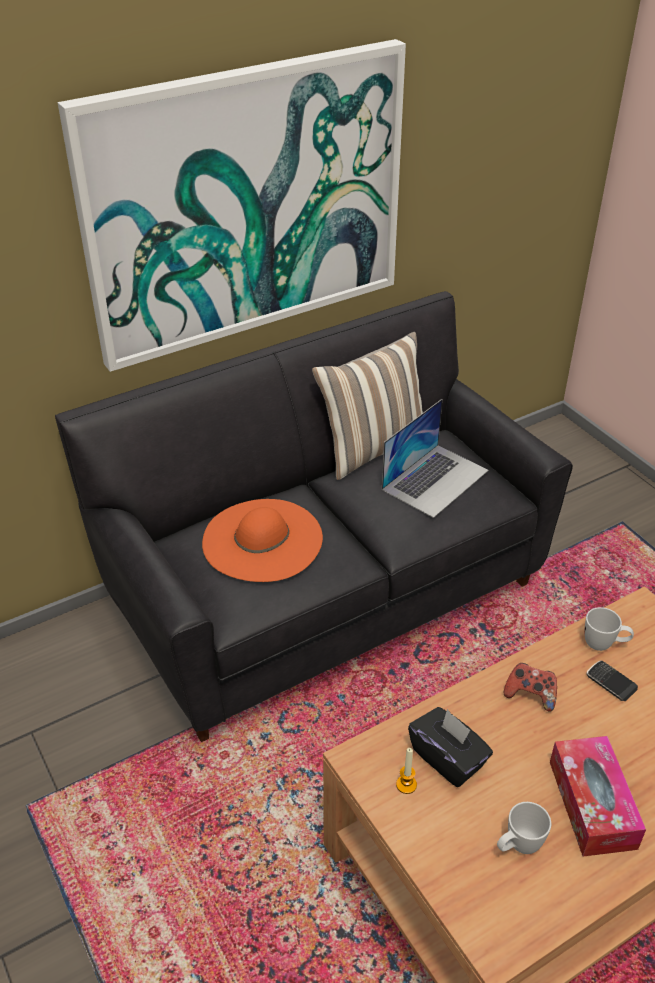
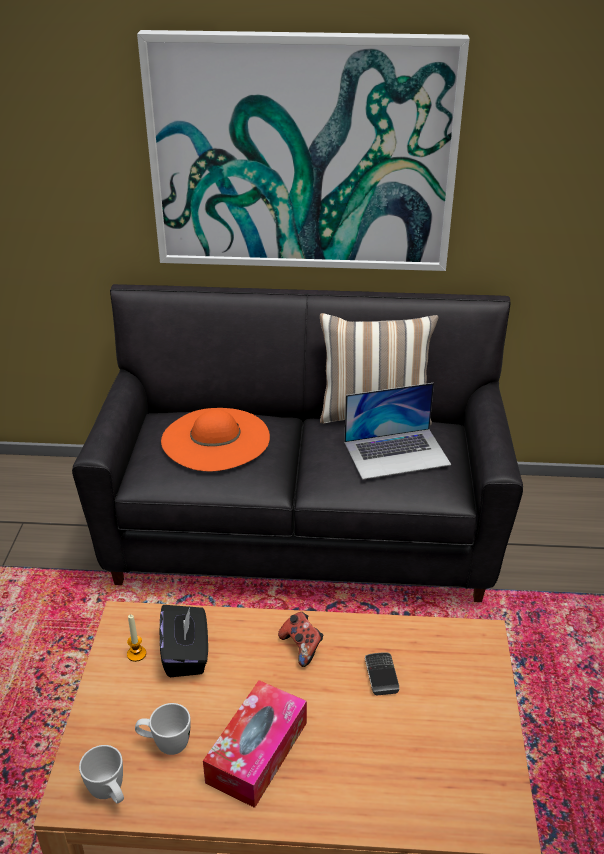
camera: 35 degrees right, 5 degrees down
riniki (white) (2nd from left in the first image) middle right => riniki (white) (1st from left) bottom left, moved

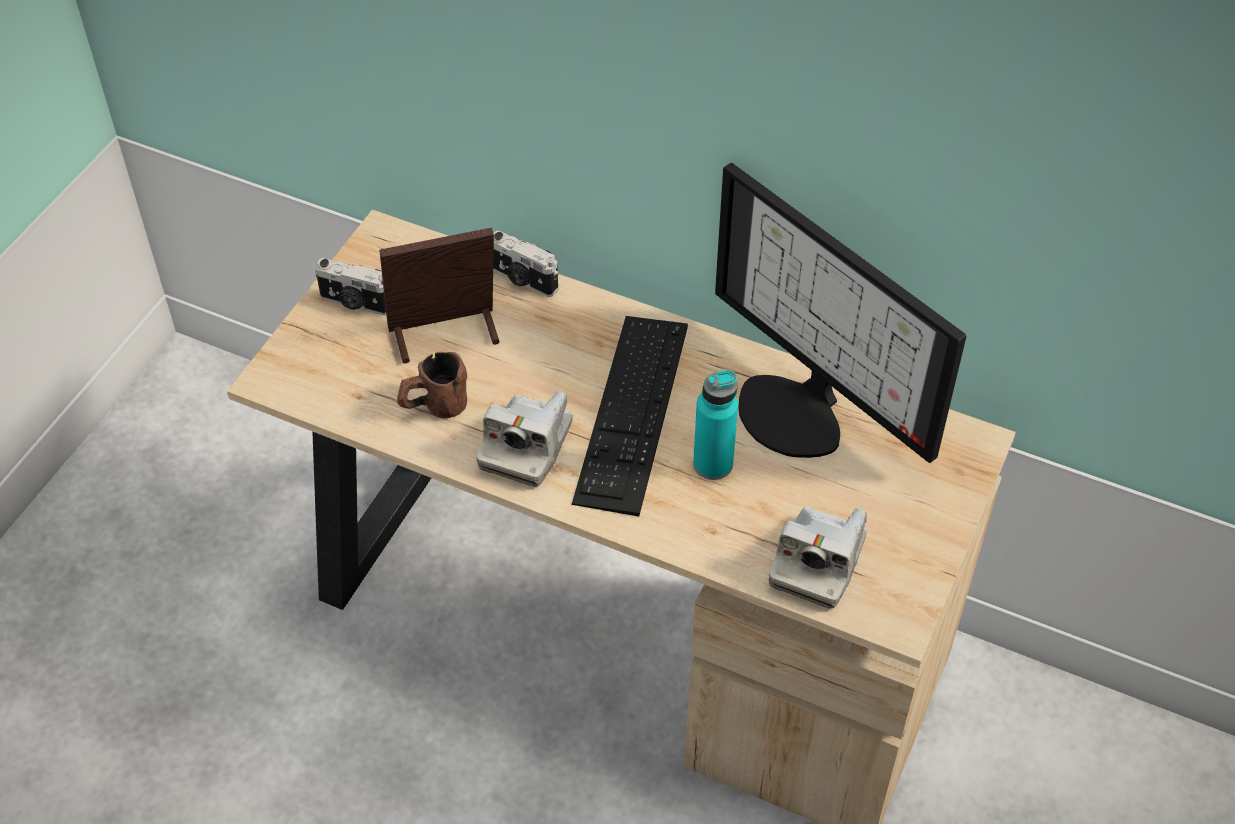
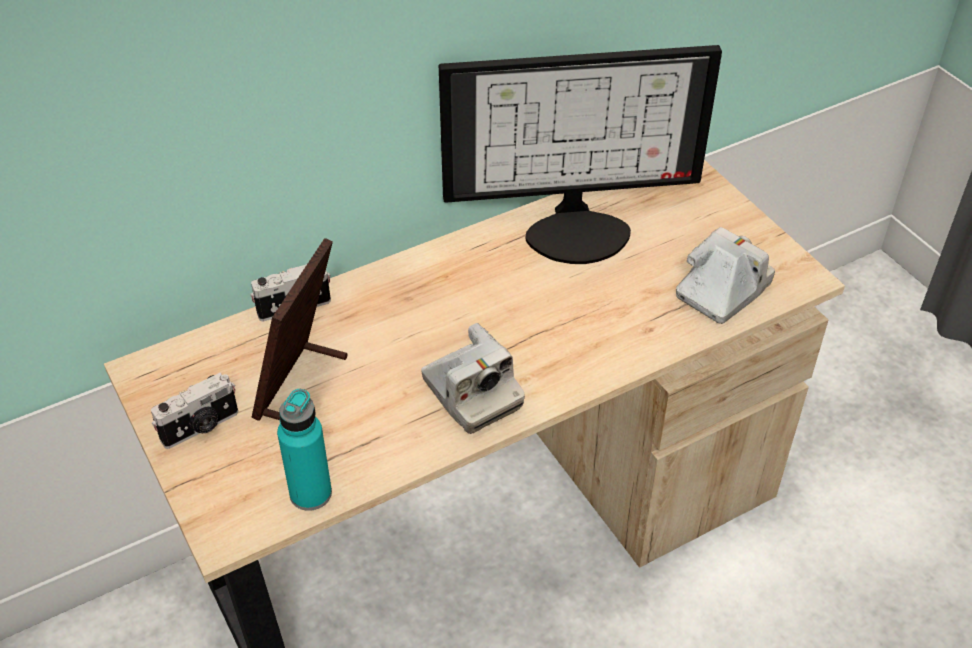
camera: 55 degrees left, 5 degrees down
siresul centre => nothing
riniki (brown) centre => nothing
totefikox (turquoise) centre => totefikox (turquoise) bottom left, moved
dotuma (4th from left) bottom centre => dotuma (4th from left) middle right, 105 degrees counterclockwise

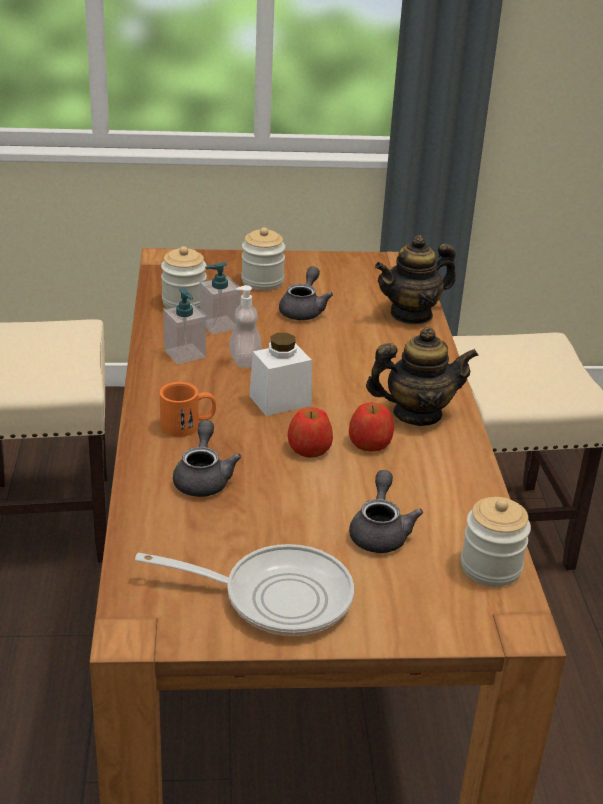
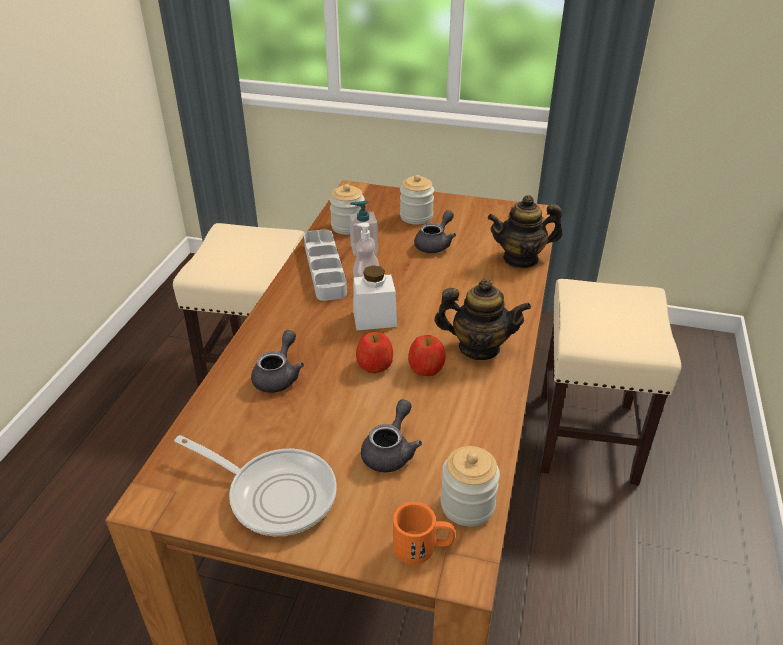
camera: 20 degrees right, 5 degrees up
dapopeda (1st from left) middle left => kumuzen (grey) centre
riniki (orange) middle left => riniki (orange) bottom centre, moved

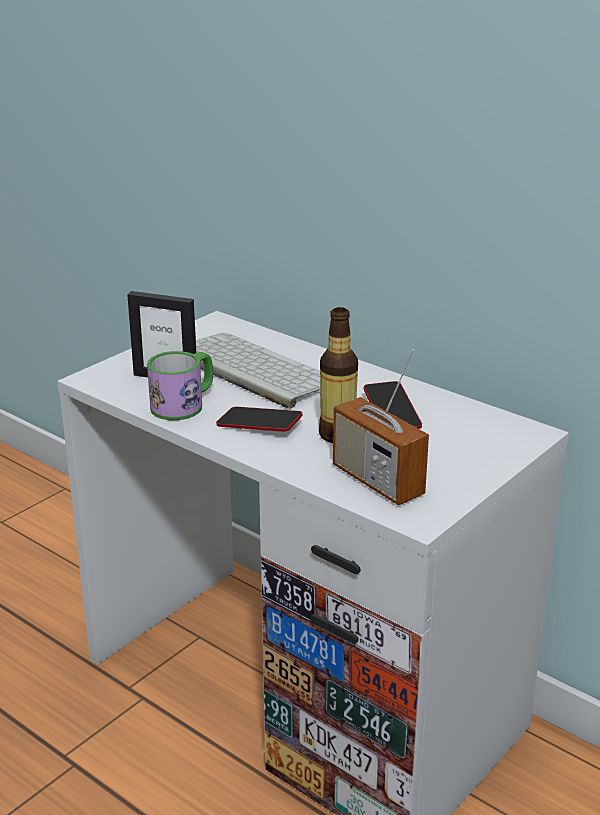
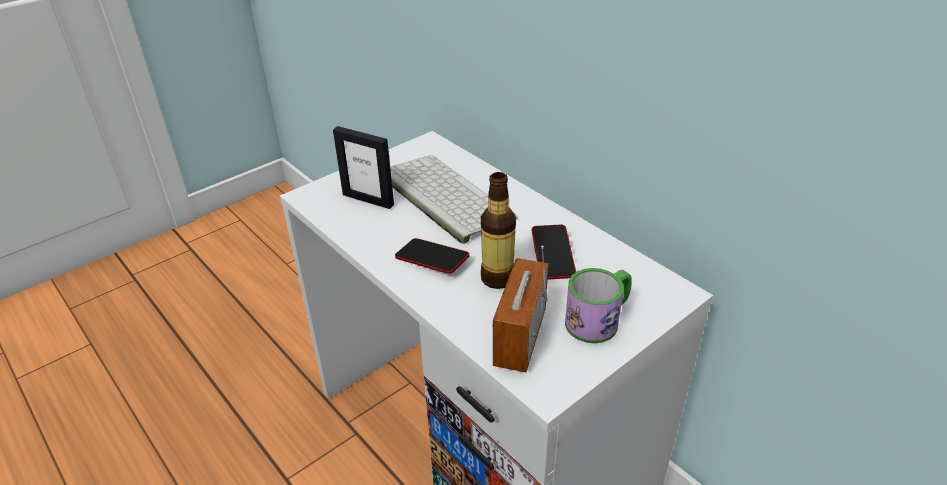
camera: 10 degrees right, 10 degrees up
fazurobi centre, 45 degrees clockwise
riniki middle left => riniki centre, moved

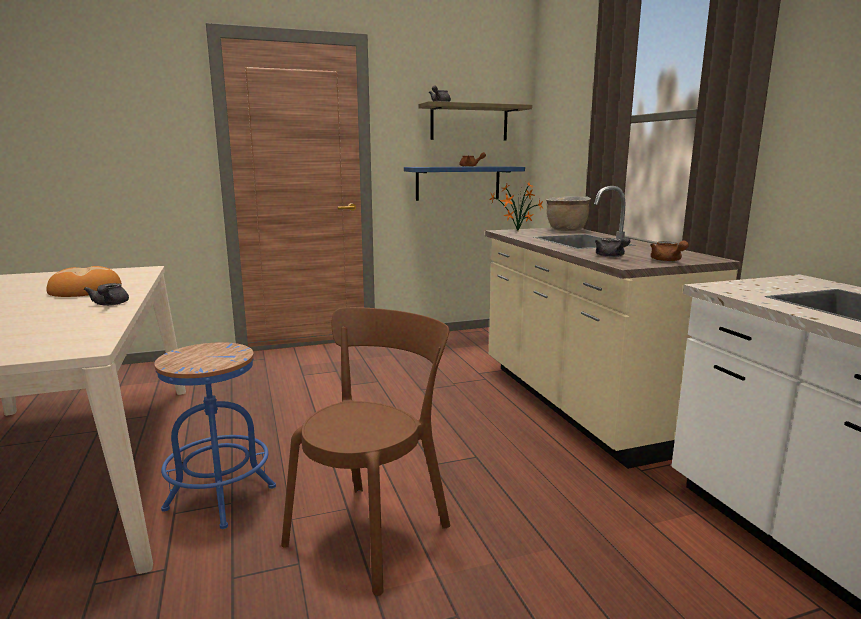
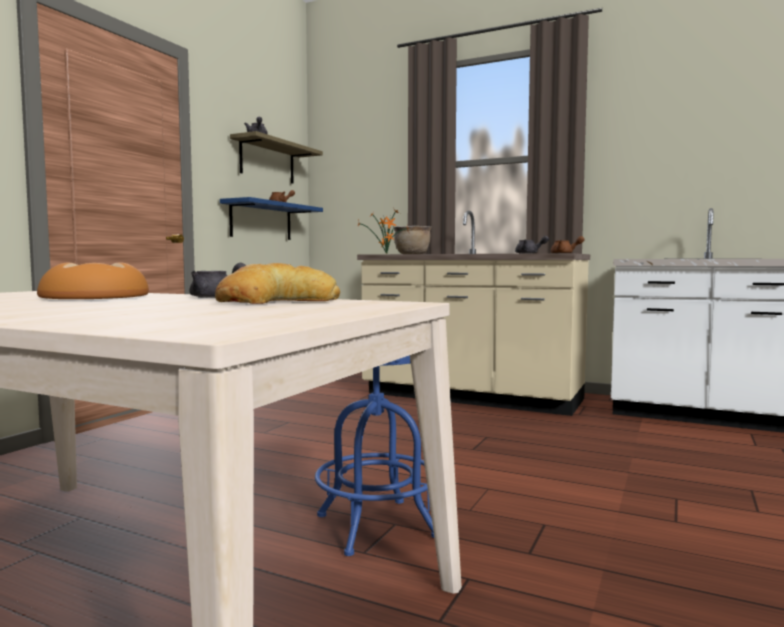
camera: 45 degrees left, 10 degrees down
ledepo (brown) bottom centre => nothing
nothing => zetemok (2nd from left) centre

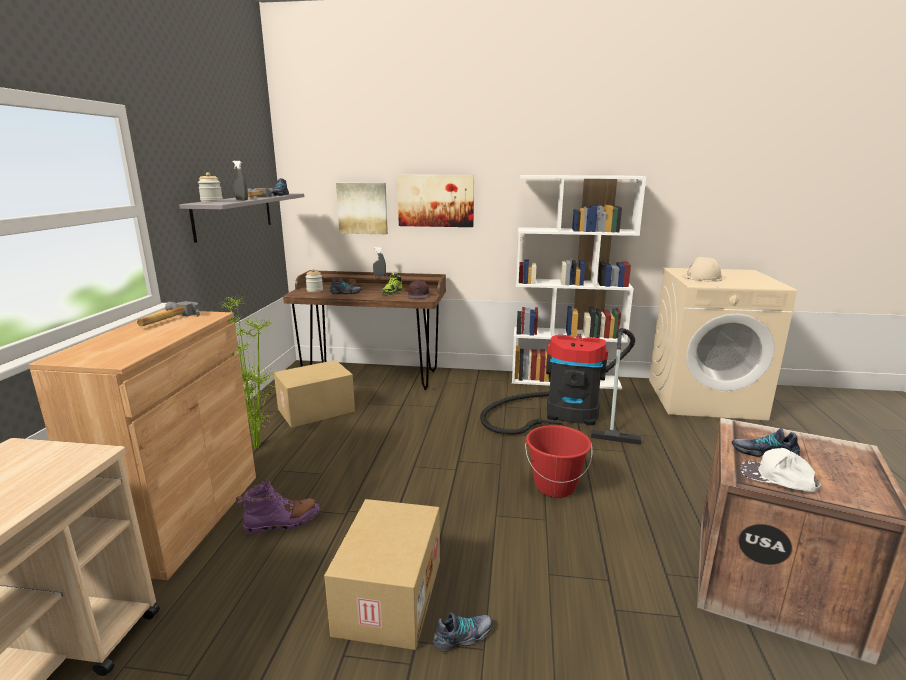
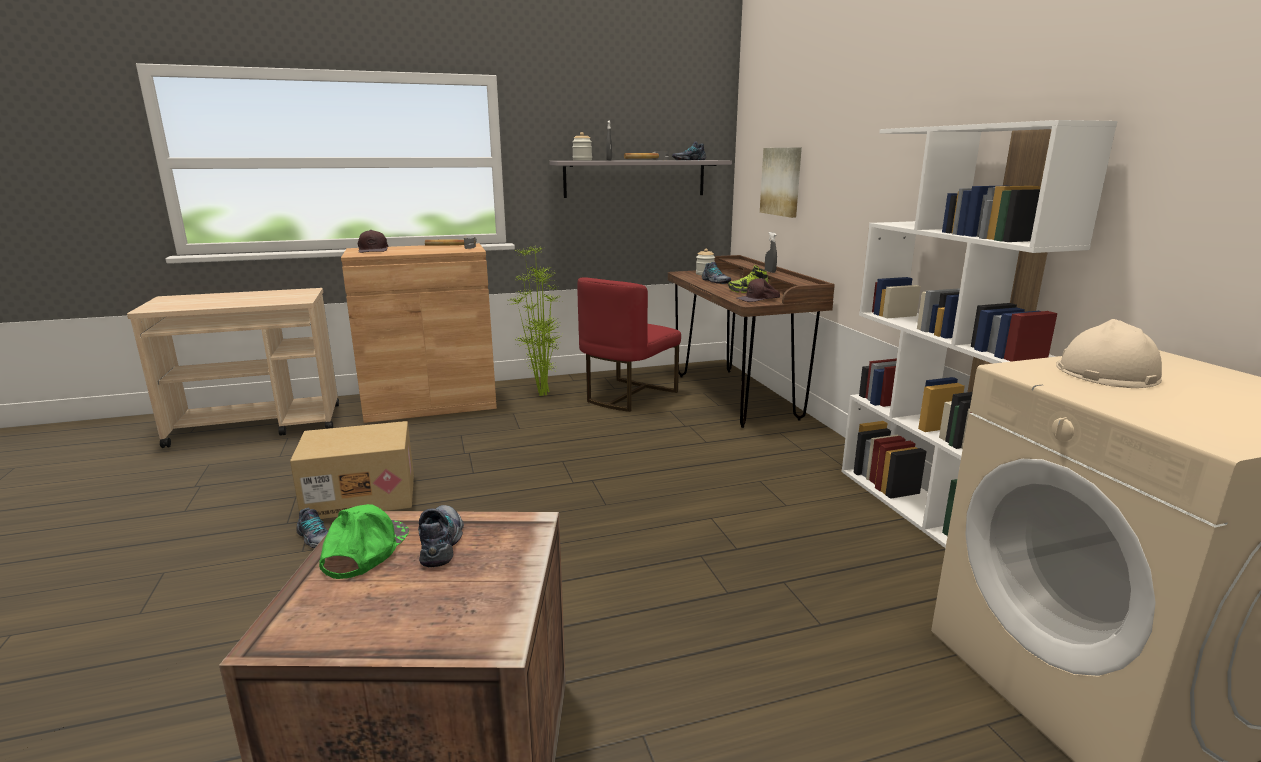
camera: 65 degrees right, 0 degrees up
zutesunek (2nd from left) top centre => nothing
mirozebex centre => nothing
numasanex (1st from left) centre => ledepo (red) centre
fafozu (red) bottom centre => nothing
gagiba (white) bottom right => gagiba (green) bottom left
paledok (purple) bottom left => nothing
nothing => gagiba (brown) (1st from left) top left

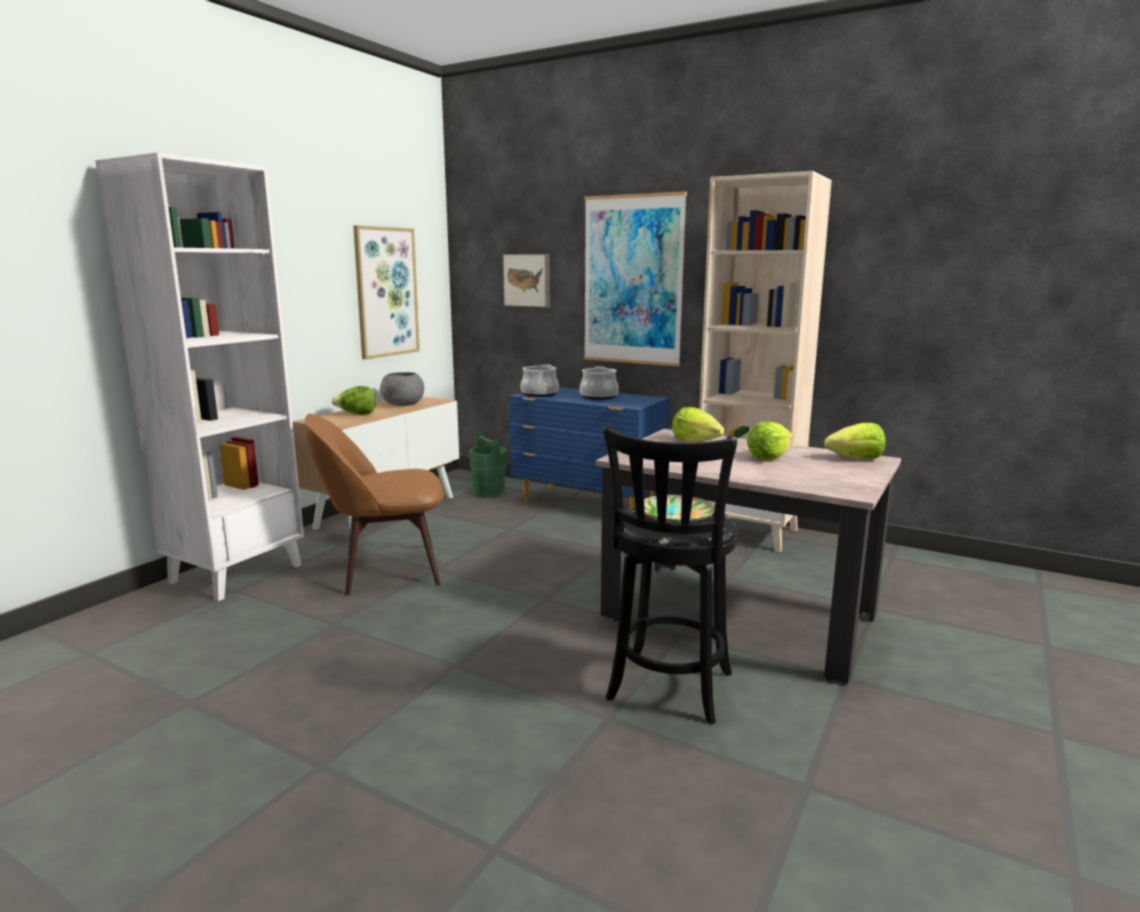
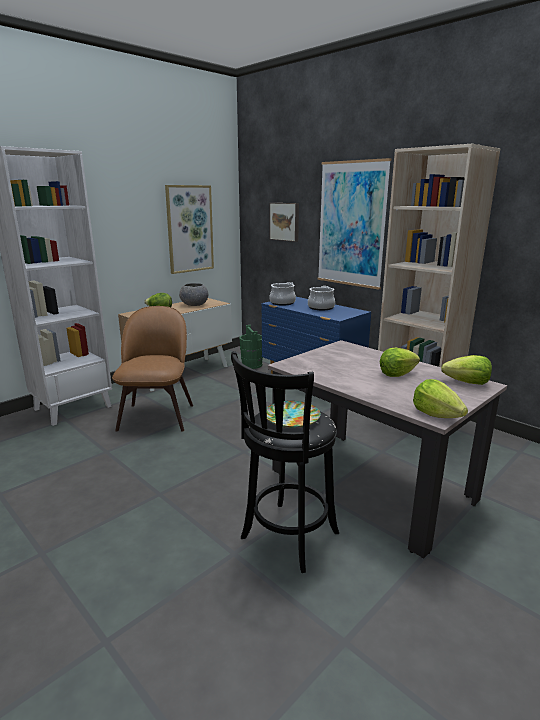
camera: 15 degrees right, 5 degrees up
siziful (2nd from left in the first image) centre => siziful (3rd from left) middle right, moved
ledepo (brown) middle left, 90 degrees clockwise

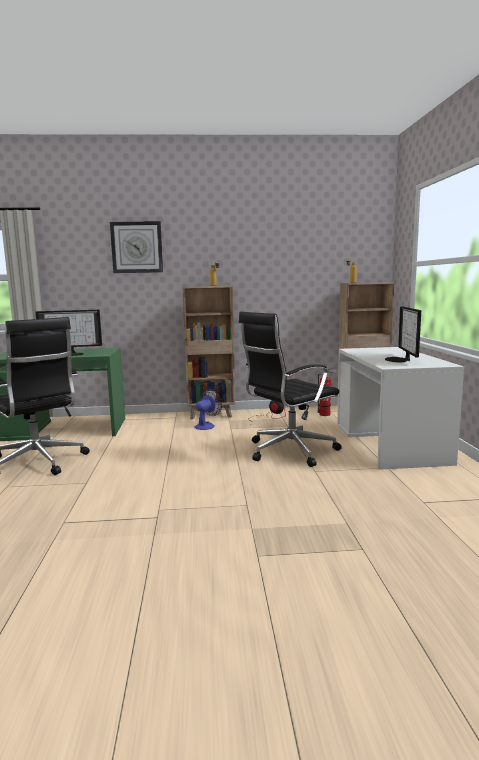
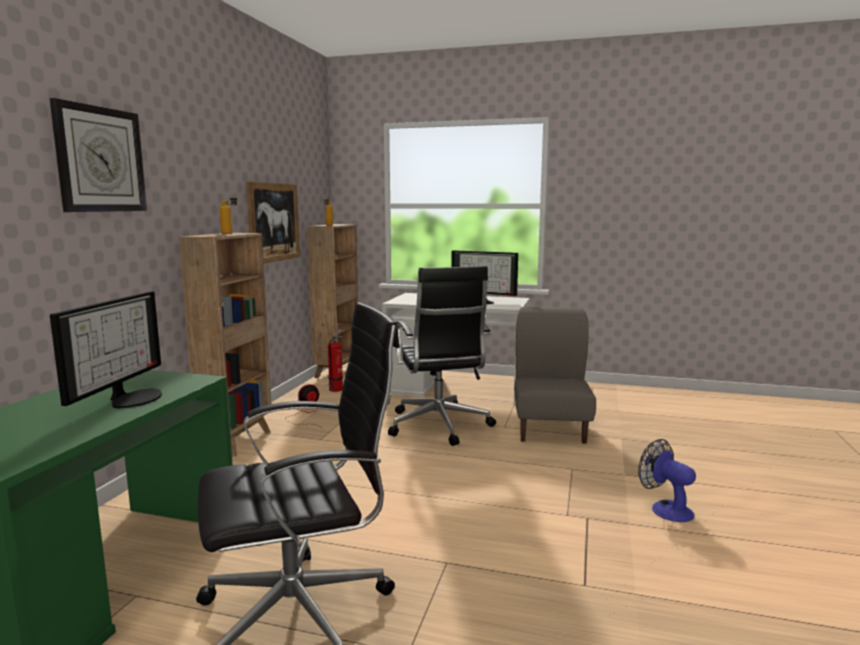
camera: 70 degrees left, 0 degrees up
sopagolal (1st from left in the first image) centre => sopagolal (2nd from left) bottom right, moved
nothing => zutesunek middle left
nothing => ledepo (grey) centre

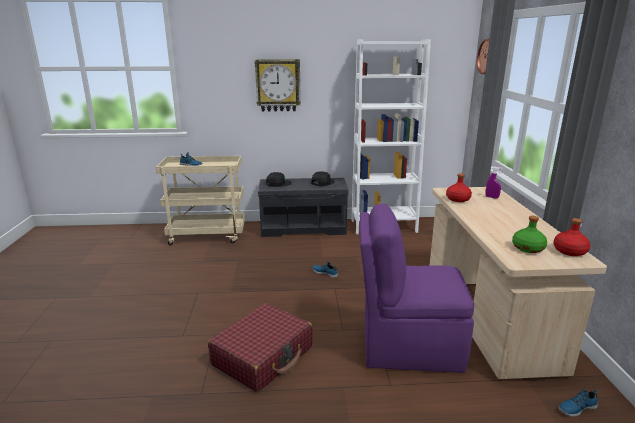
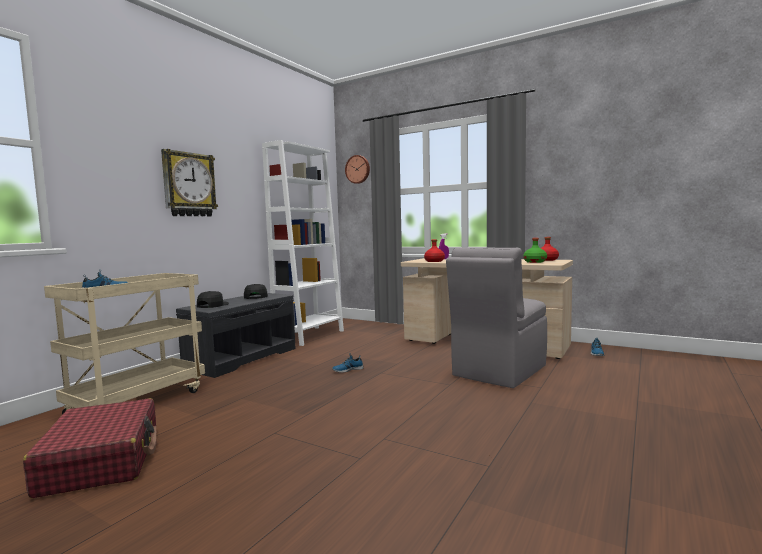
camera: 55 degrees left, 15 degrees down
ledepo (purple) bottom centre => ledepo (grey) centre
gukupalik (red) bottom centre => gukupalik (red) bottom left, moved

